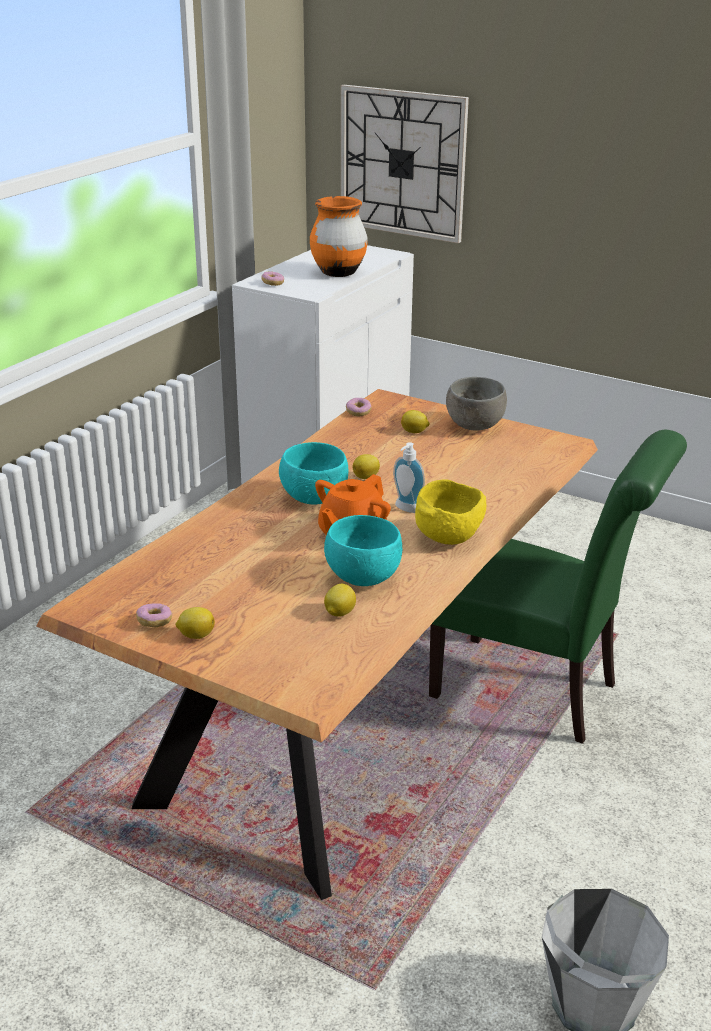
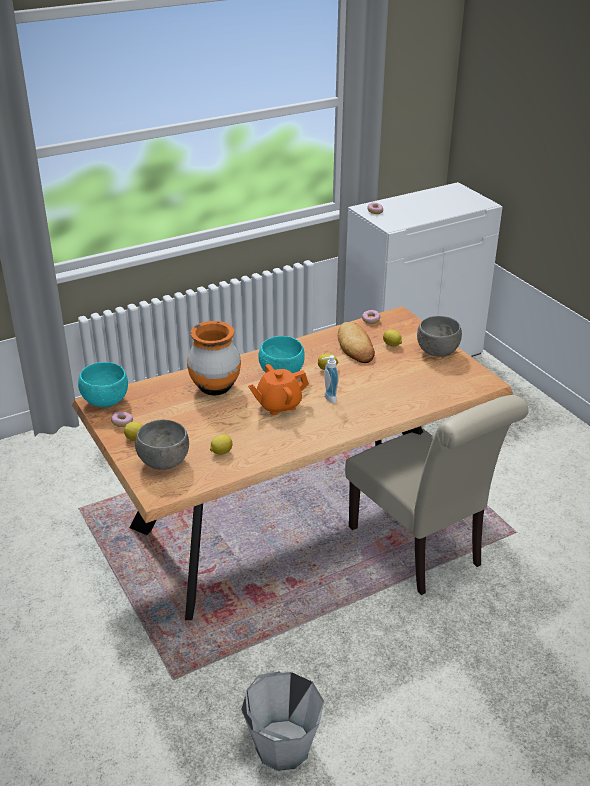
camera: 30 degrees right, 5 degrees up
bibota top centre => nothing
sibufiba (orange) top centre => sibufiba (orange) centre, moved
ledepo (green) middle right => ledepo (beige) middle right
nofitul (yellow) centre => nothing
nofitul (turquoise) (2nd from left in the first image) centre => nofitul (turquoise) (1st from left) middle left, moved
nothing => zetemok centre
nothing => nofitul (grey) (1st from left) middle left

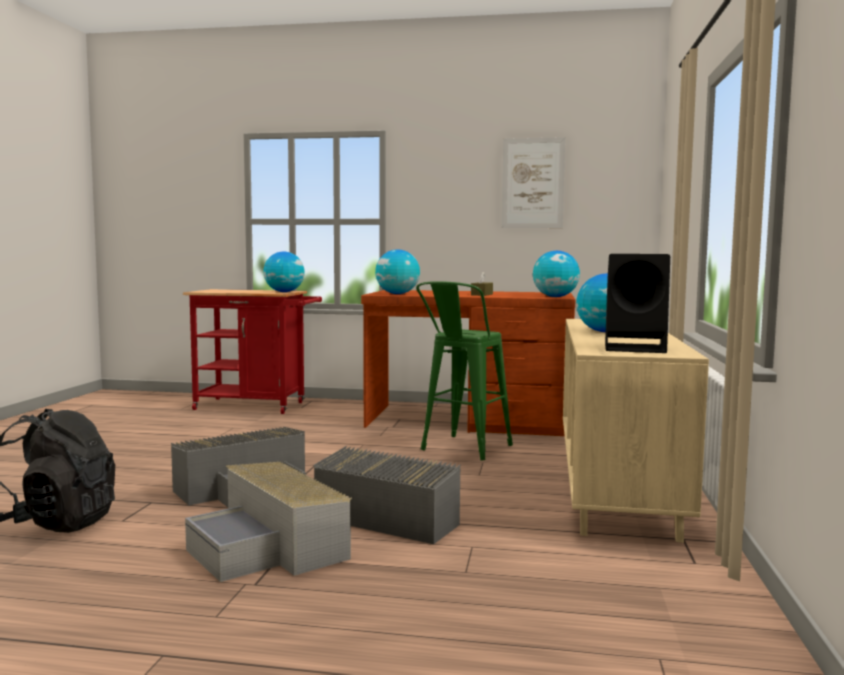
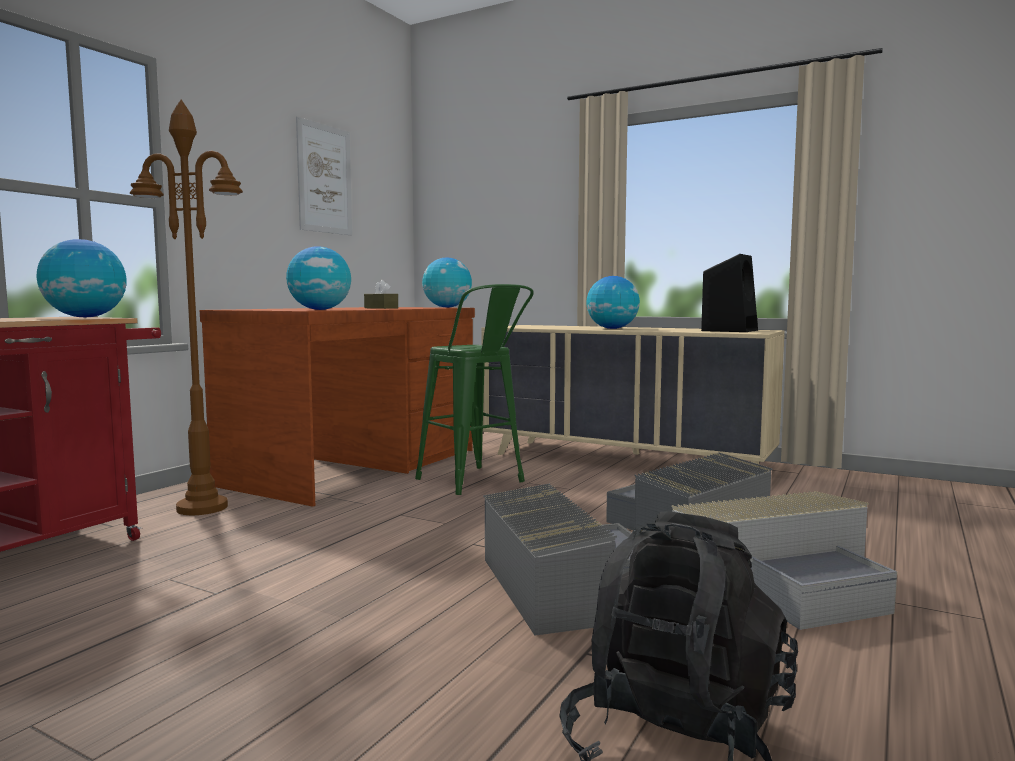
camera: 70 degrees left, 0 degrees up
nothing => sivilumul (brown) middle left

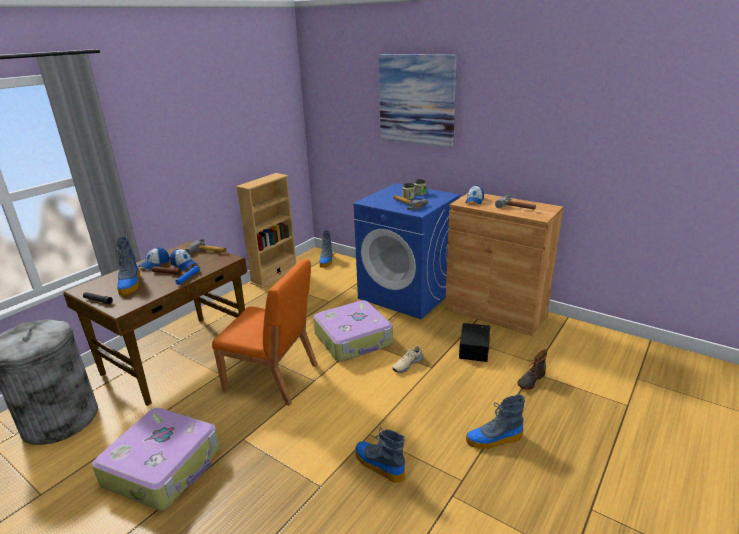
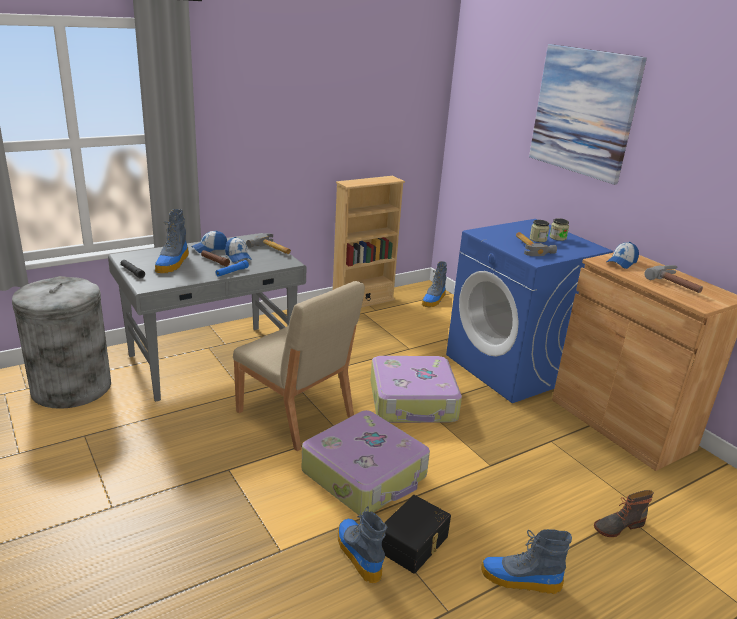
camera: 20 degrees right, 0 degrees up
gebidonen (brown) middle left => gebidonen (grey) middle left
ledepo (orange) centre => ledepo (beige) centre
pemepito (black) centre => pemepito (black) bottom centre, moved
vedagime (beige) bottom centre => nothing
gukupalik (1st from left) bottom left => gukupalik (1st from left) bottom centre, moved

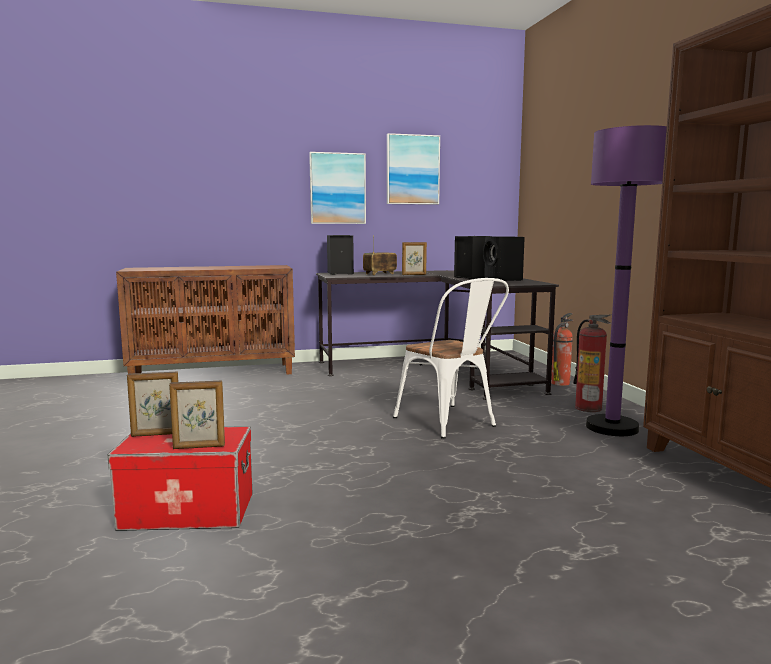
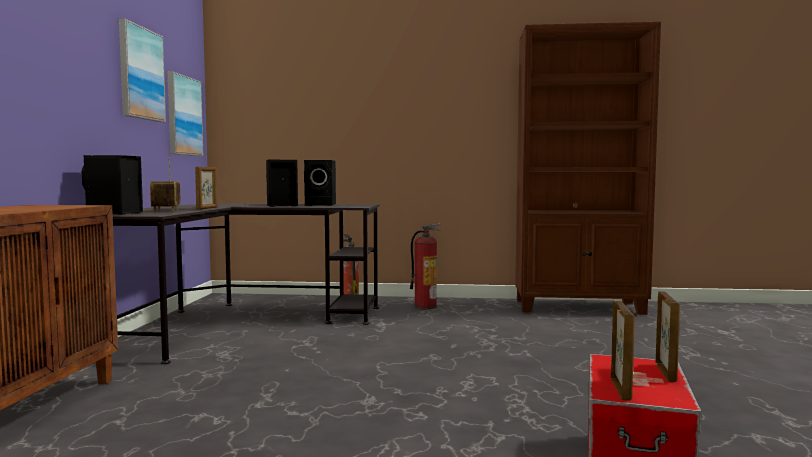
camera: 70 degrees left, 5 degrees down
sivilumul (purple) middle right => nothing
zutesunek (1st from left in the first image) top centre => zutesunek (2nd from left) top left, moved
ledepo (white) centre => nothing

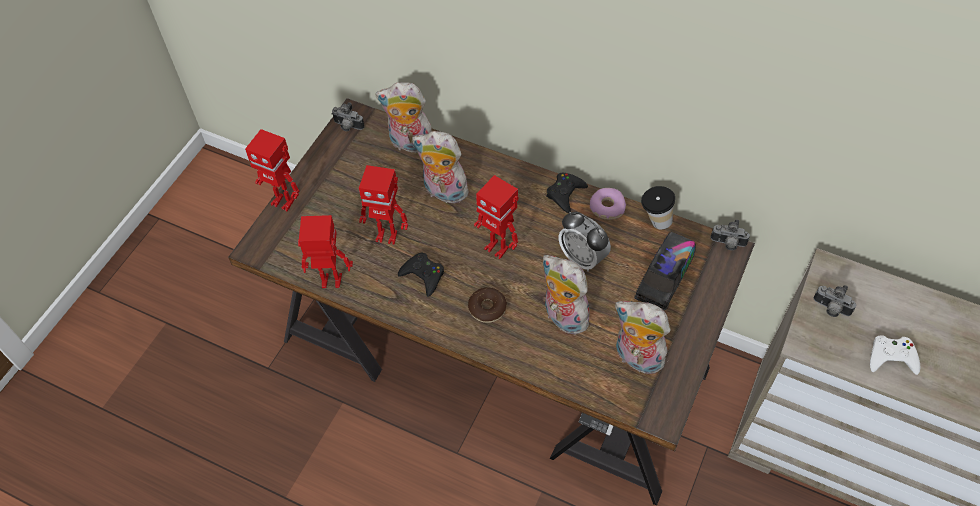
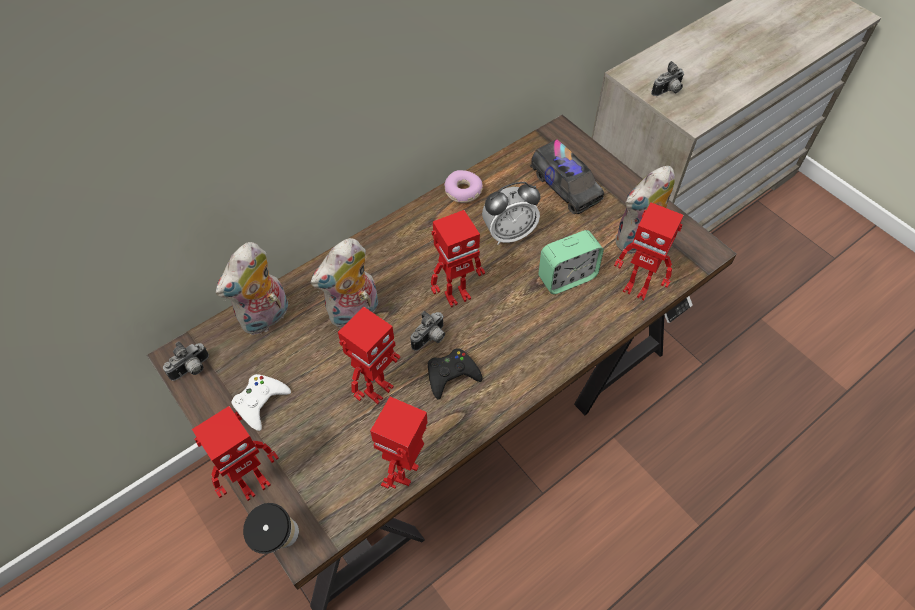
camera: 65 degrees left, 0 degrees up
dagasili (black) (2nd from left) centre => nothing
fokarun middle right => fokarun bottom left, moved
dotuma (2nd from left) middle right => dotuma (2nd from left) centre, moved
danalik (3rd from left) centre => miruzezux (2nd from left) centre
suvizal (1st from left) centre => nothing
dagasili (white) bottom right => dagasili (white) middle left, moved
nothing => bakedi (5th from left) middle right

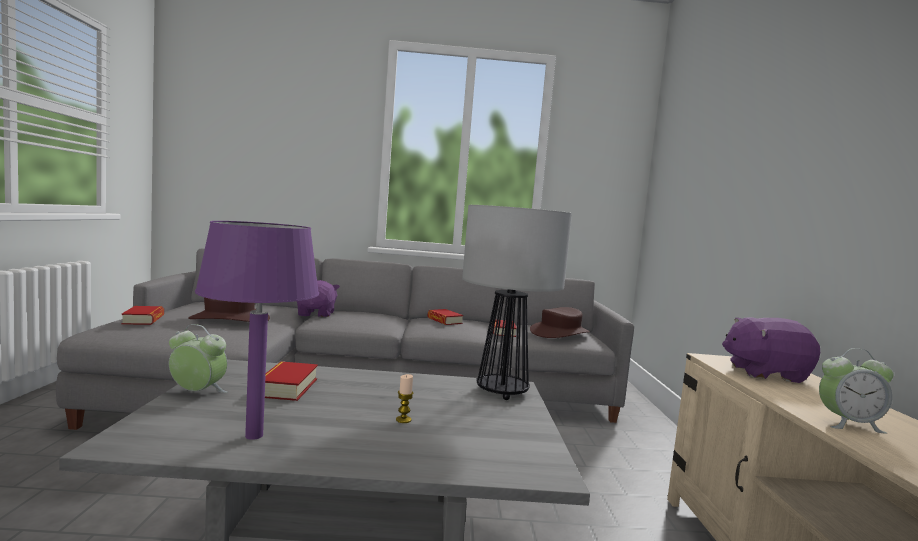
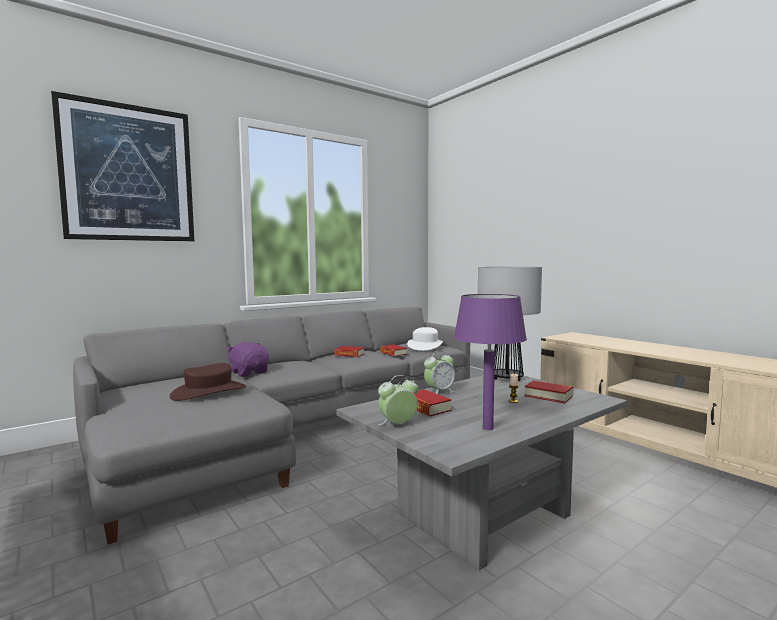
camera: 35 degrees left, 0 degrees up
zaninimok (1st from left in the first image) middle left => zaninimok (4th from left) middle right, moved
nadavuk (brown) (2nd from left) centre => nadavuk (white) centre
danalik (purple) (2nd from left) middle right => nothing
miruzezux (2nd from left) bottom right => miruzezux (2nd from left) centre, moved
nothing => zutesunek top left

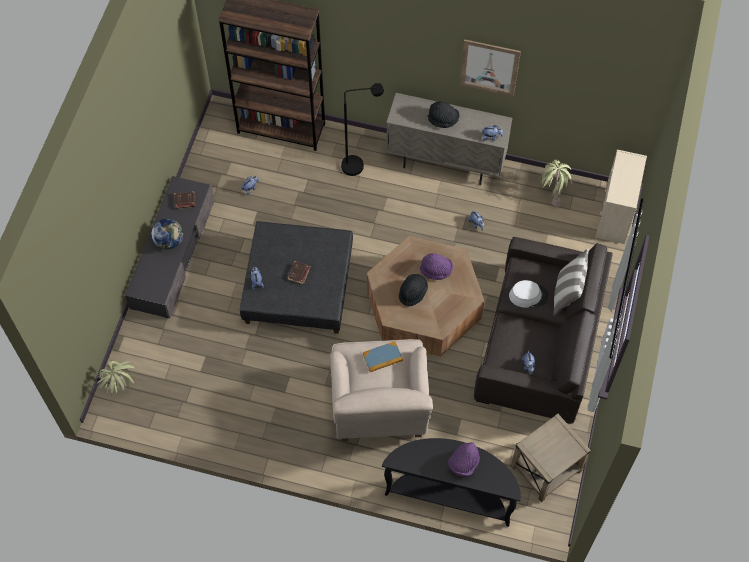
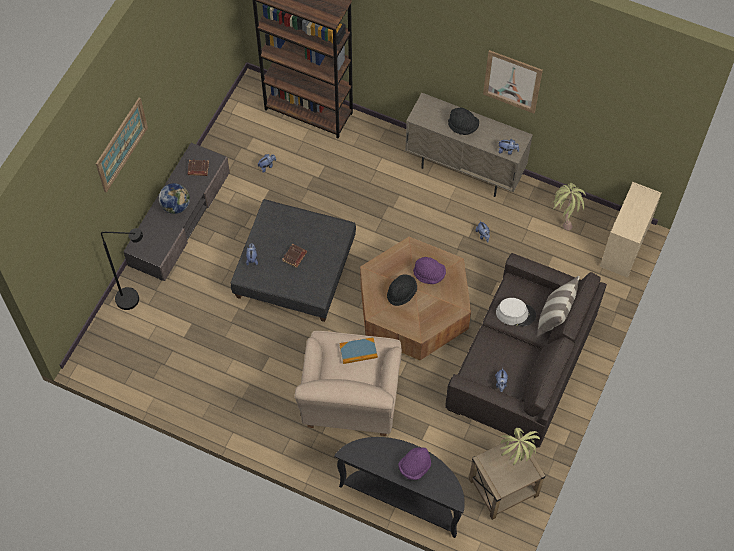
camera: 10 degrees right, 0 degrees up
sivilumul (black) top centre => sivilumul (black) middle left, moved
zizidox (1st from left) bottom left => zizidox (1st from left) bottom right, moved
nothing => zutesunek (1st from left) top left

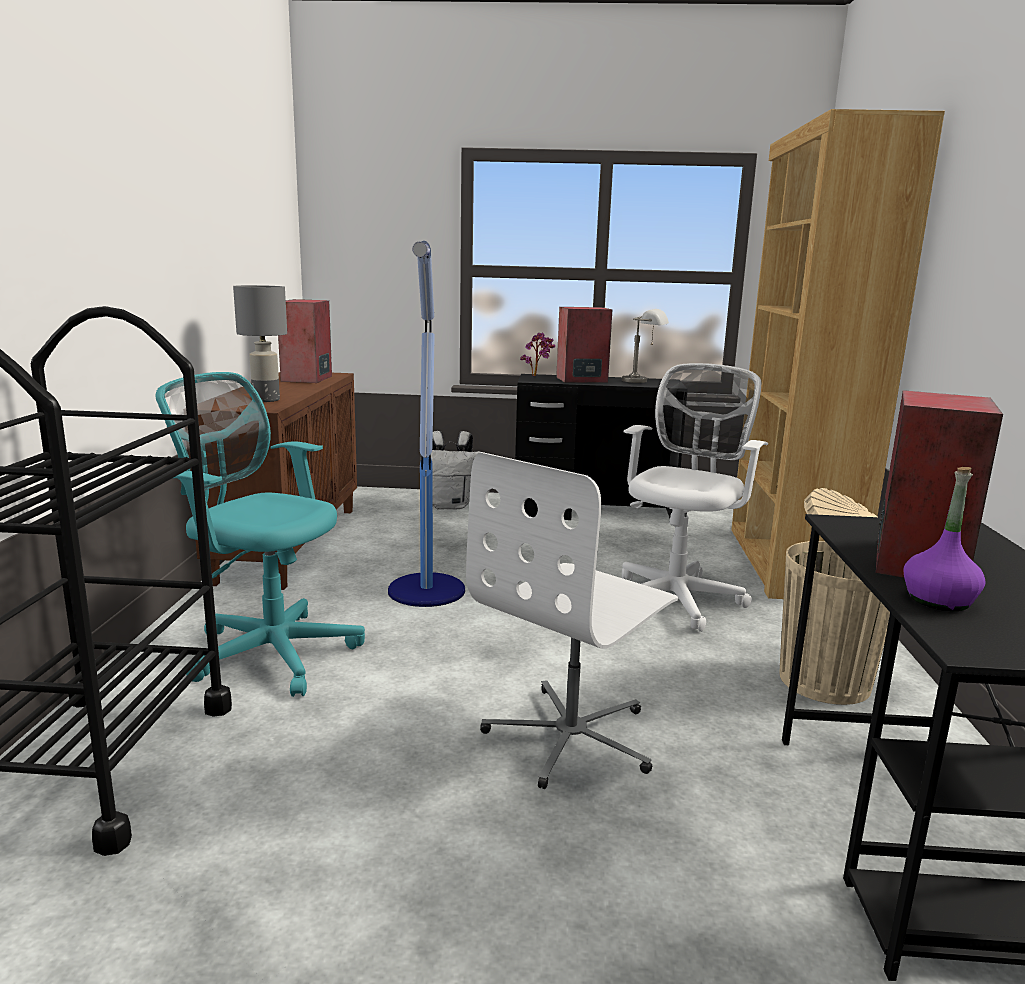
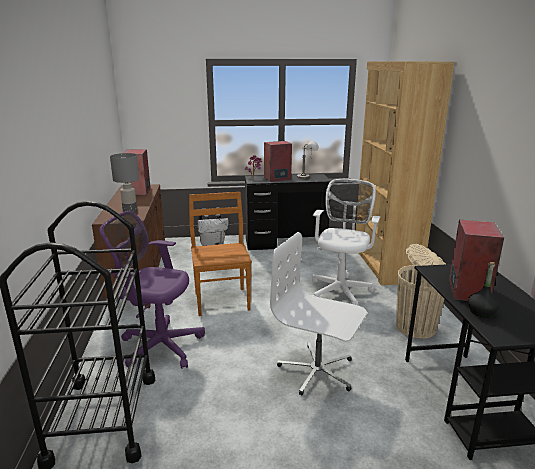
camera: 10 degrees left, 5 degrees up
sivilumul centre => ledepo (brown) centre
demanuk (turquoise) middle left => demanuk (purple) middle left
demanuk (white) (1st from left) centre => demanuk (white) (1st from left) bottom centre, 90 degrees clockwise
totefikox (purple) middle right => totefikox (black) middle right

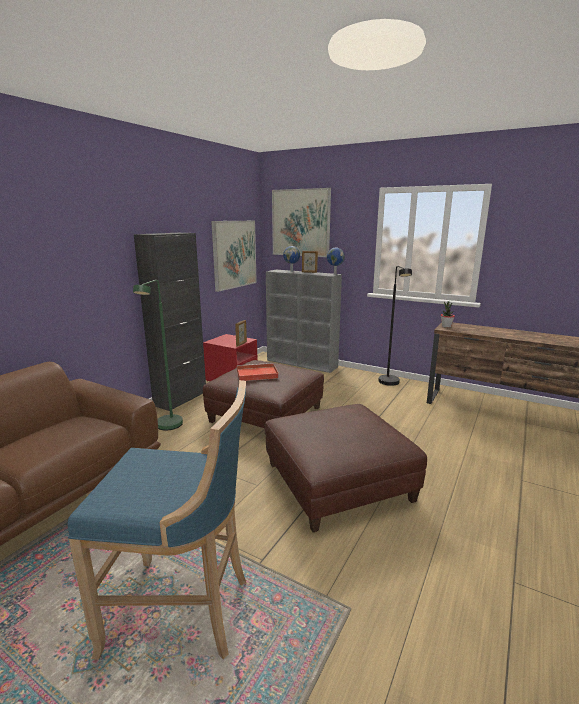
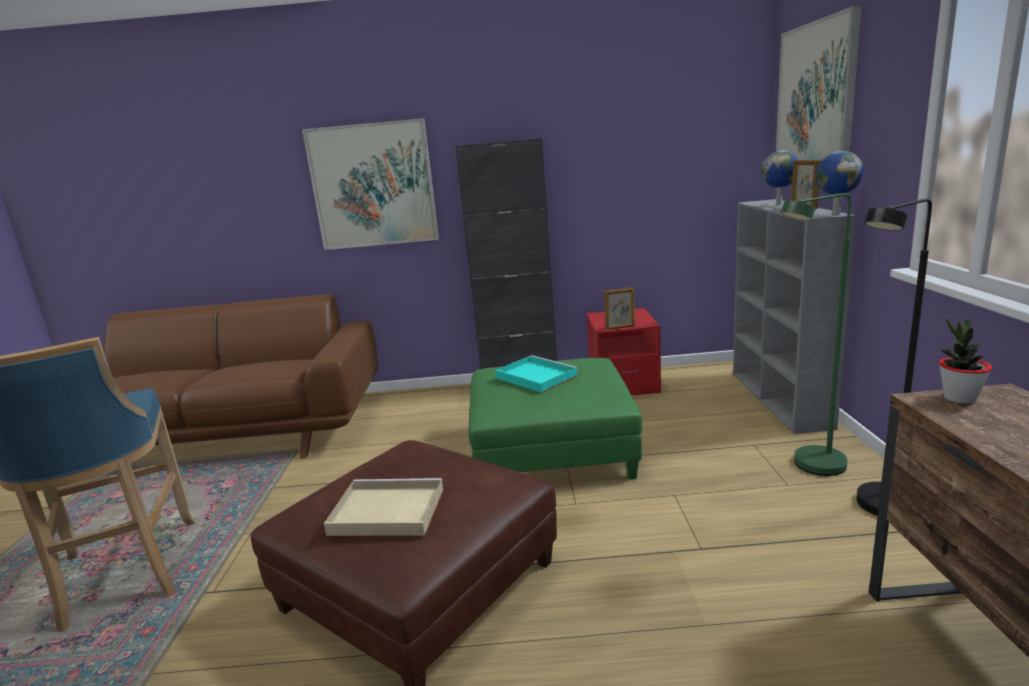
camera: 60 degrees right, 0 degrees up
zutesunek (1st from left) centre => zutesunek (1st from left) top centre, moved
sivilumul (green) middle left => sivilumul (green) middle right, moved
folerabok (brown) (1st from left) centre => folerabok (green) centre
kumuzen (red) centre => kumuzen (turquoise) centre
nothing => kumuzen (beige) bottom centre

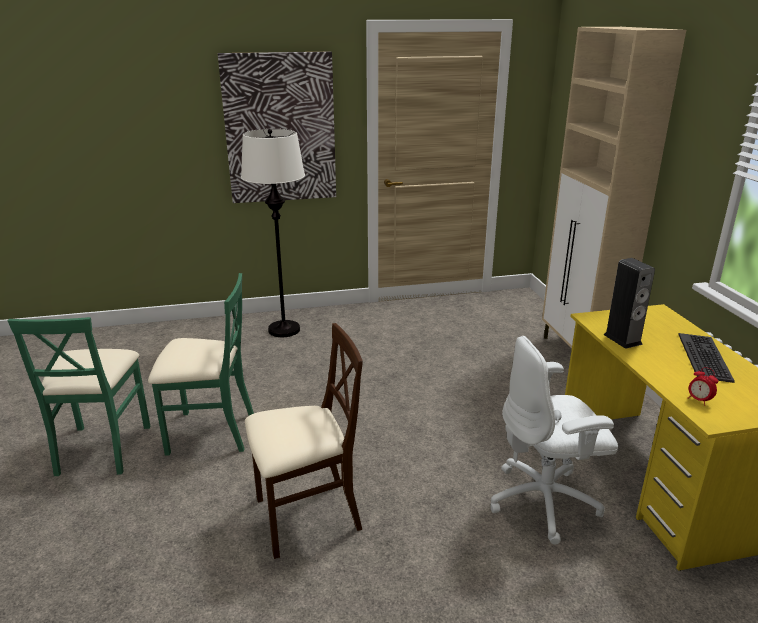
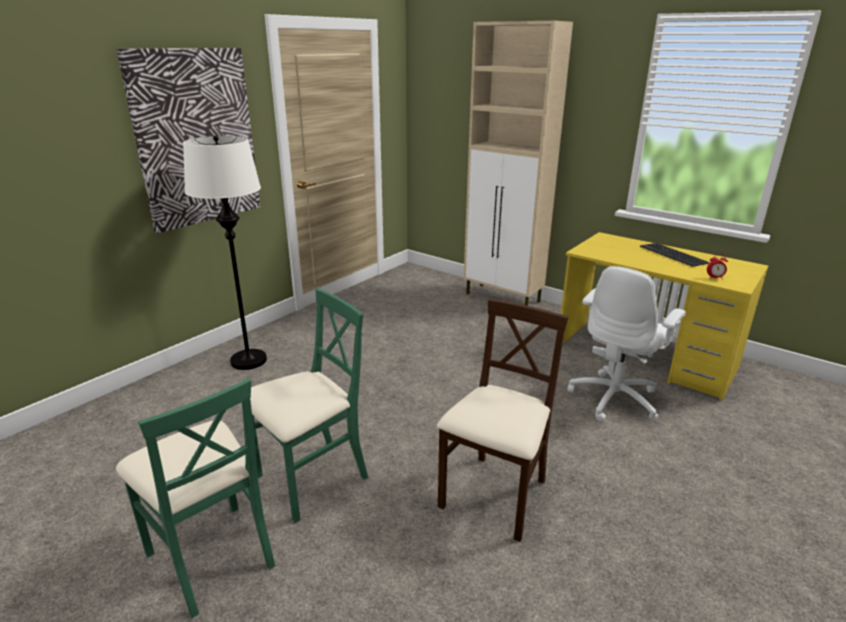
camera: 40 degrees left, 0 degrees up
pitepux middle right => nothing

